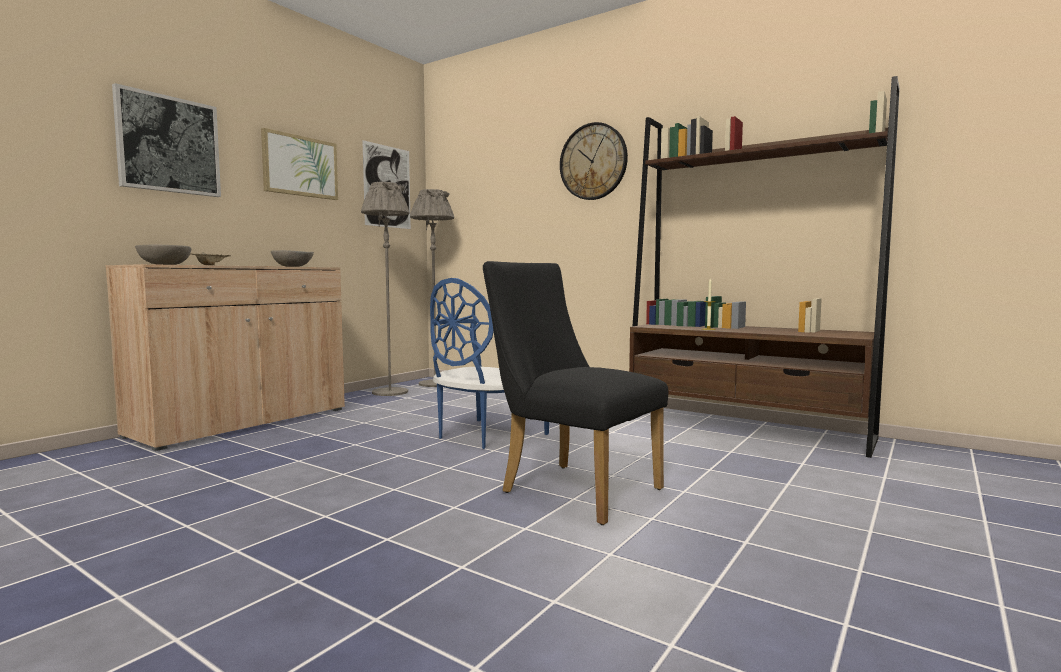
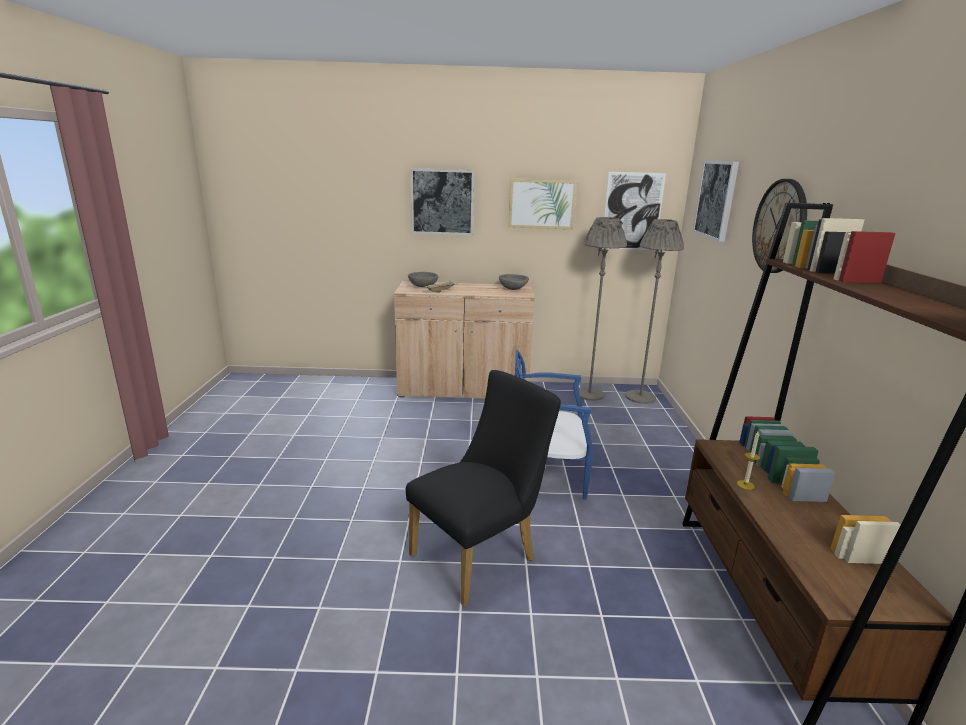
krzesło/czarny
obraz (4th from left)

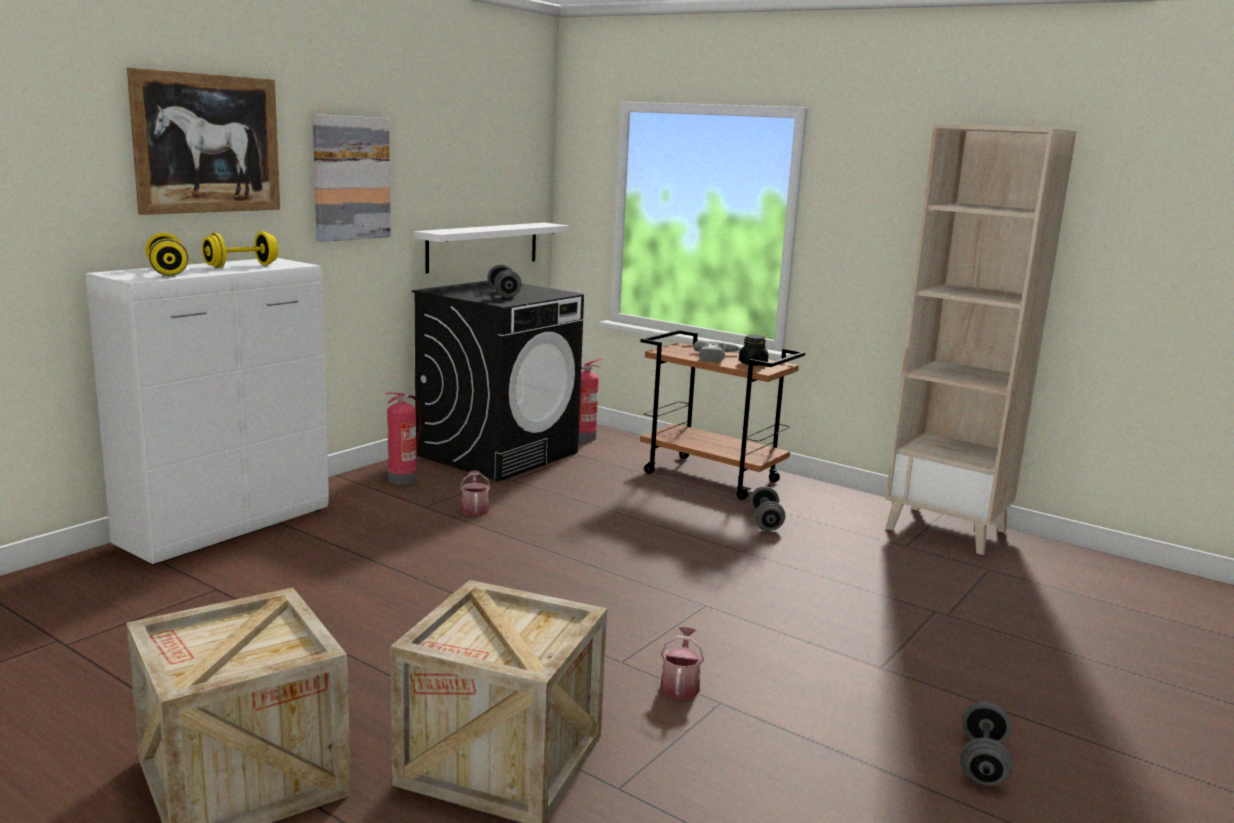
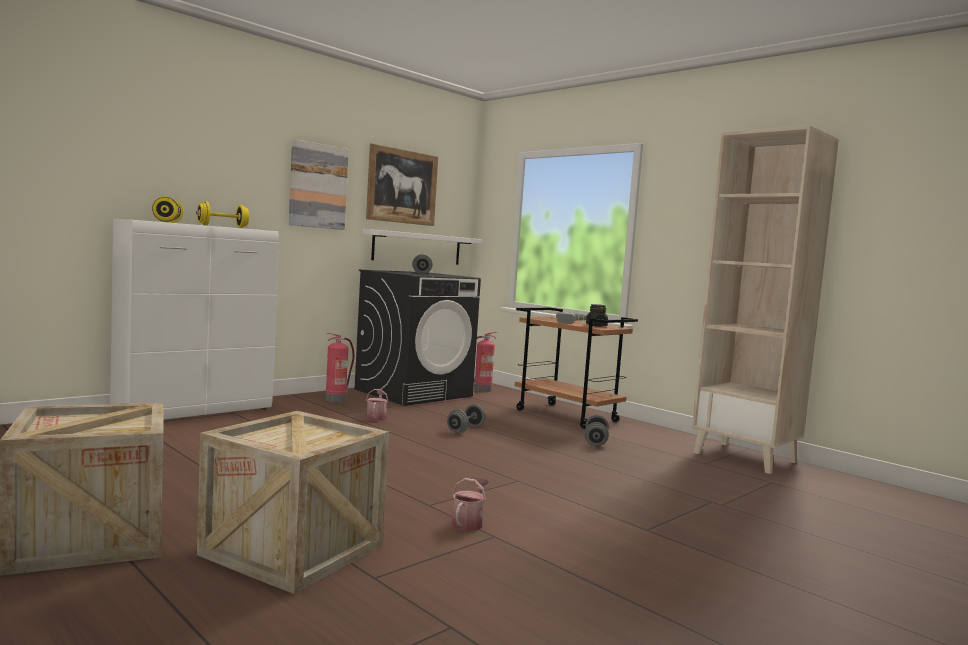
obraz (2nd from left)
hantel/szary (2nd from left)

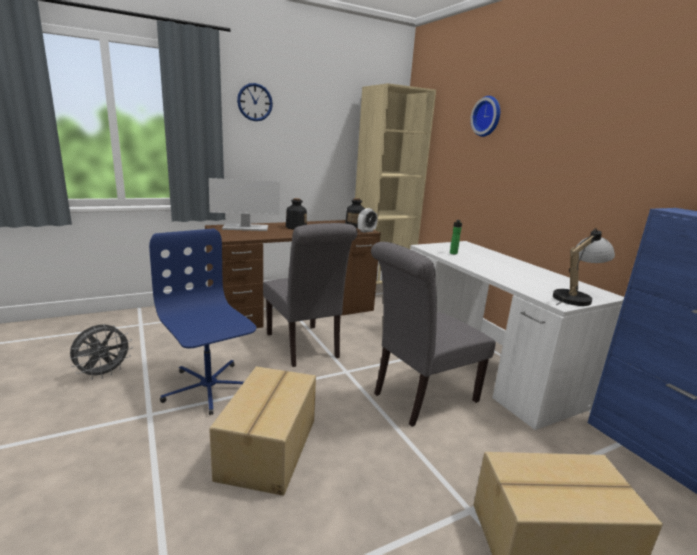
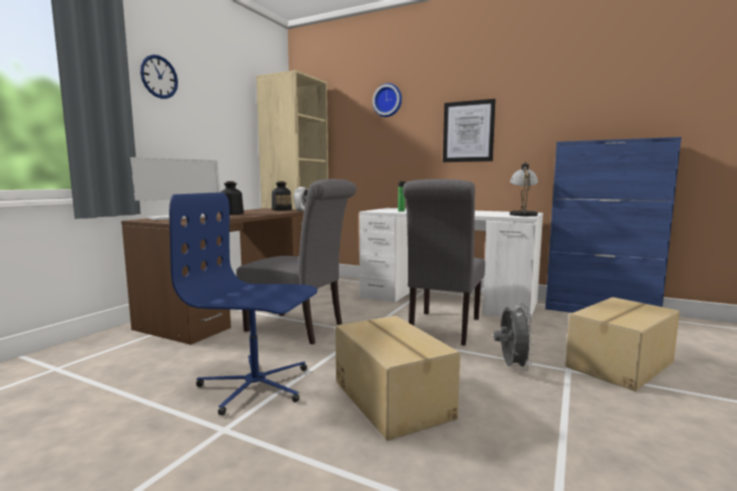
obraz
wentylator/szary

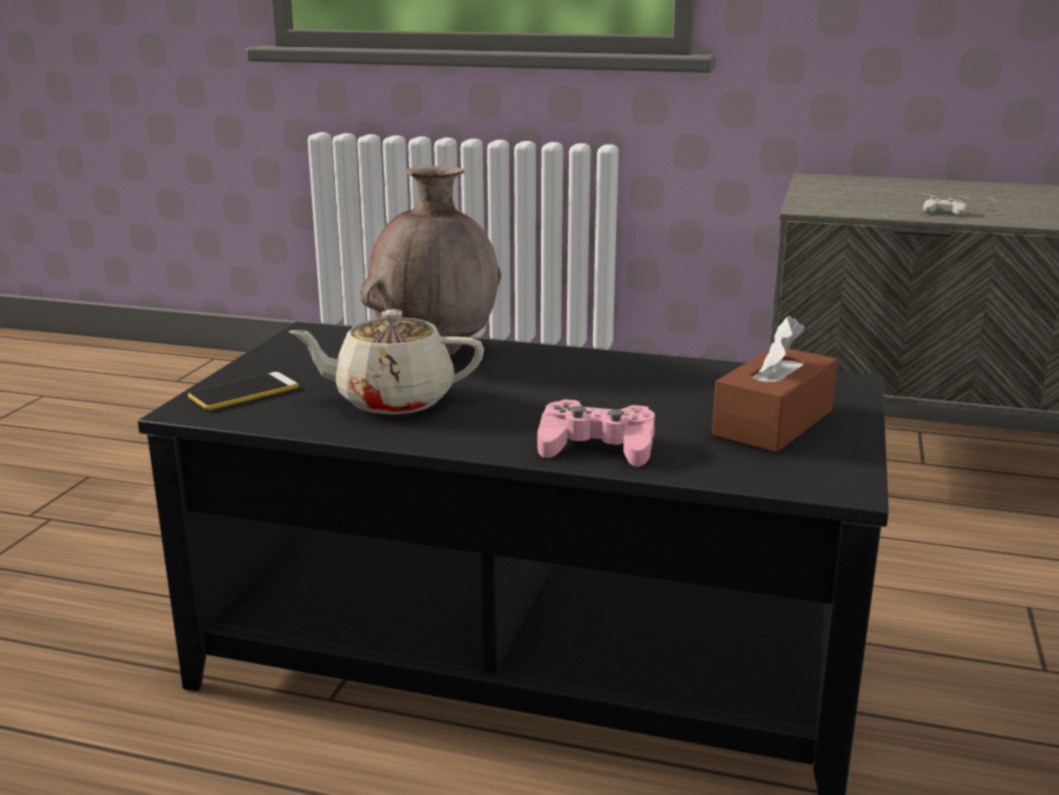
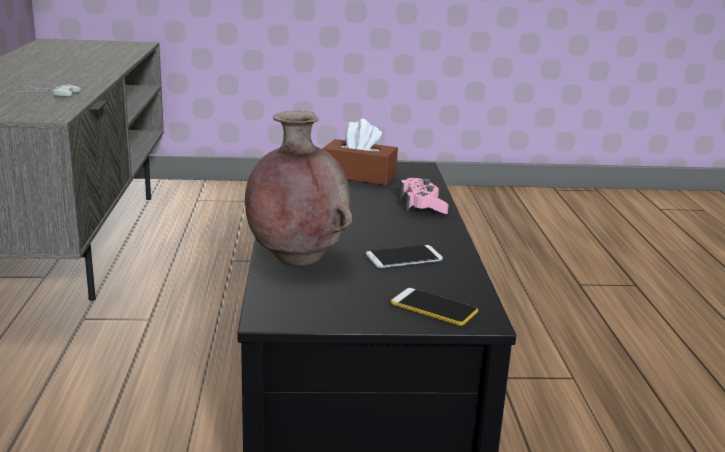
telefon (1st from left)

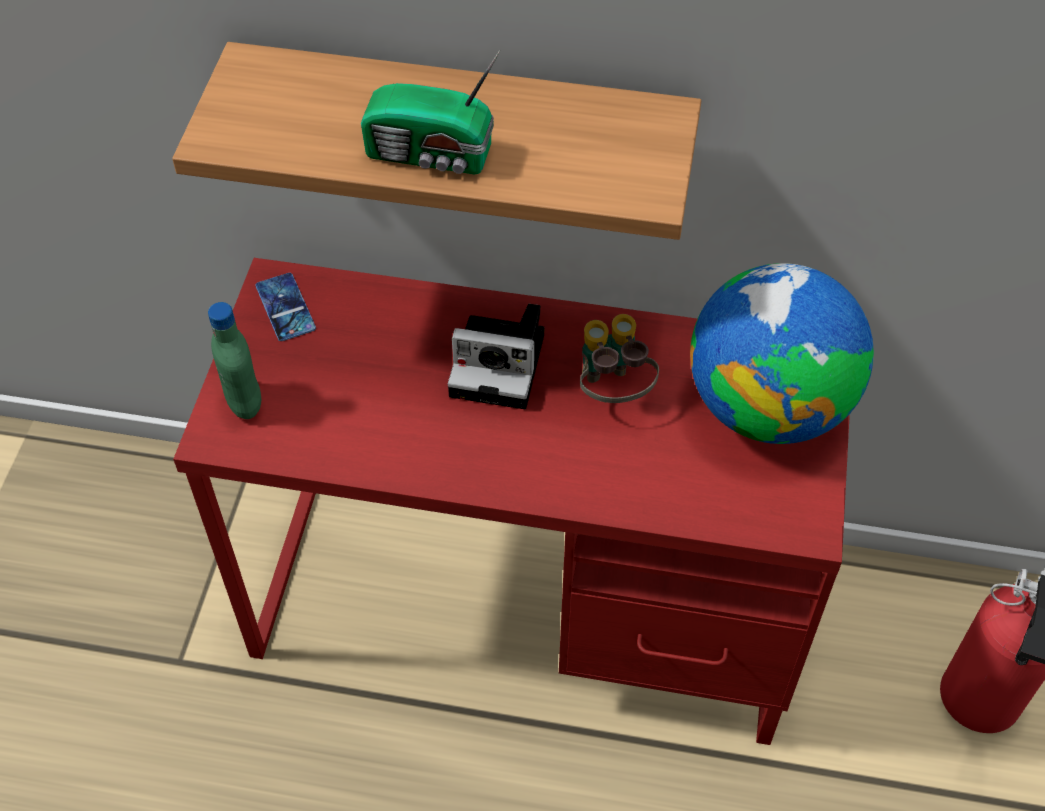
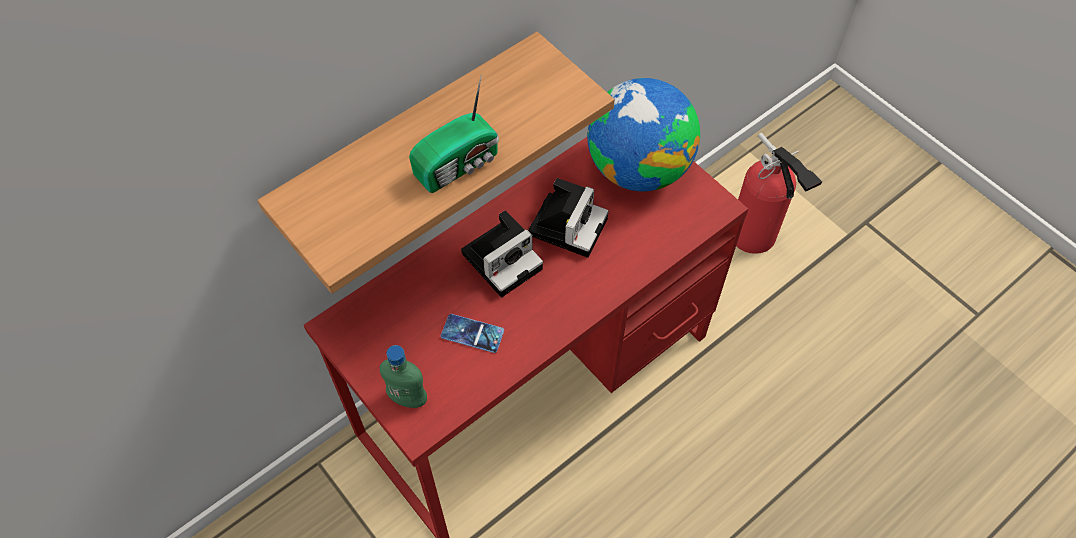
telefon
aparat fotograficzny (2nd from left)

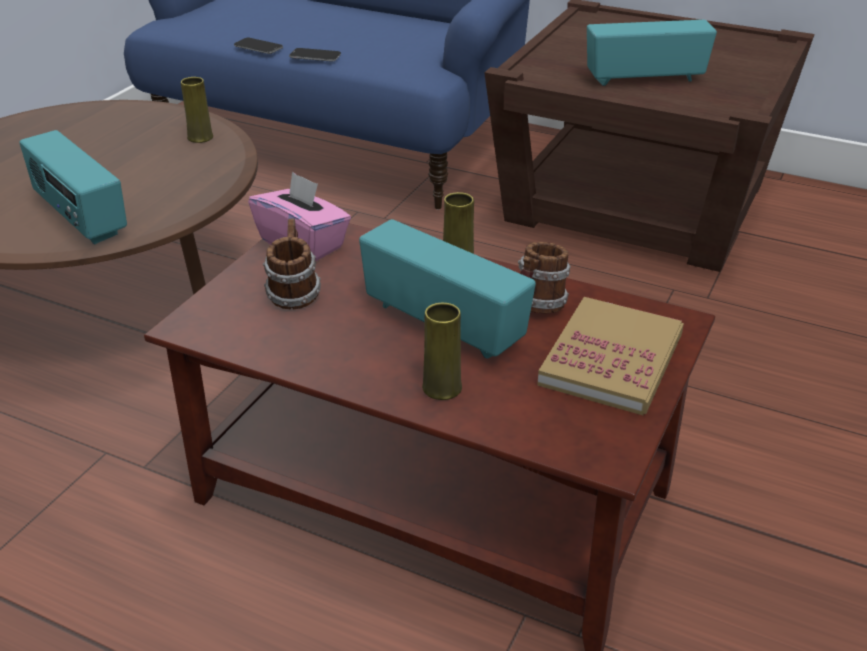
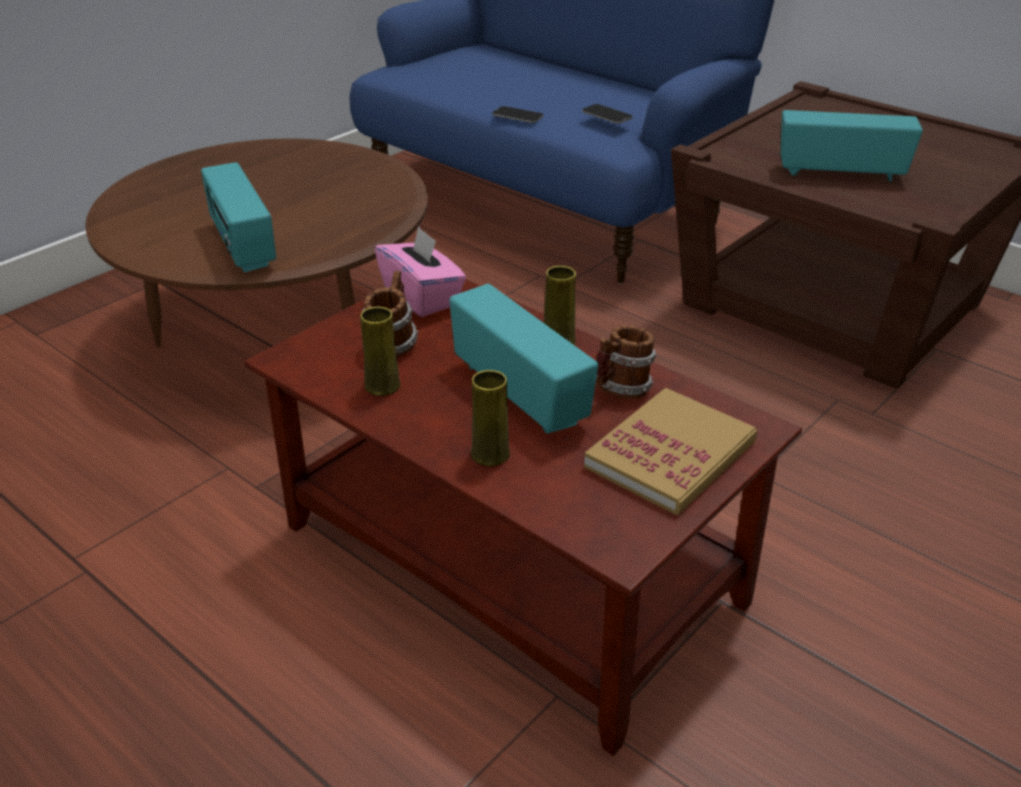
wazon/żółty (1st from left)
telefon (2nd from left)

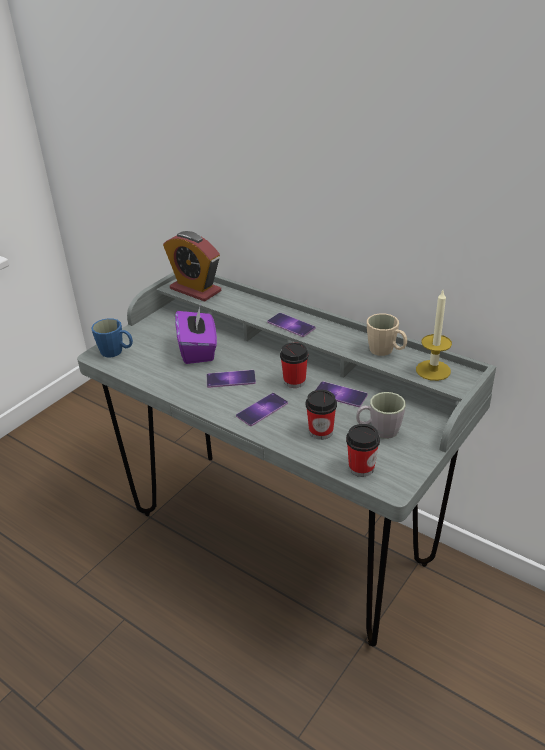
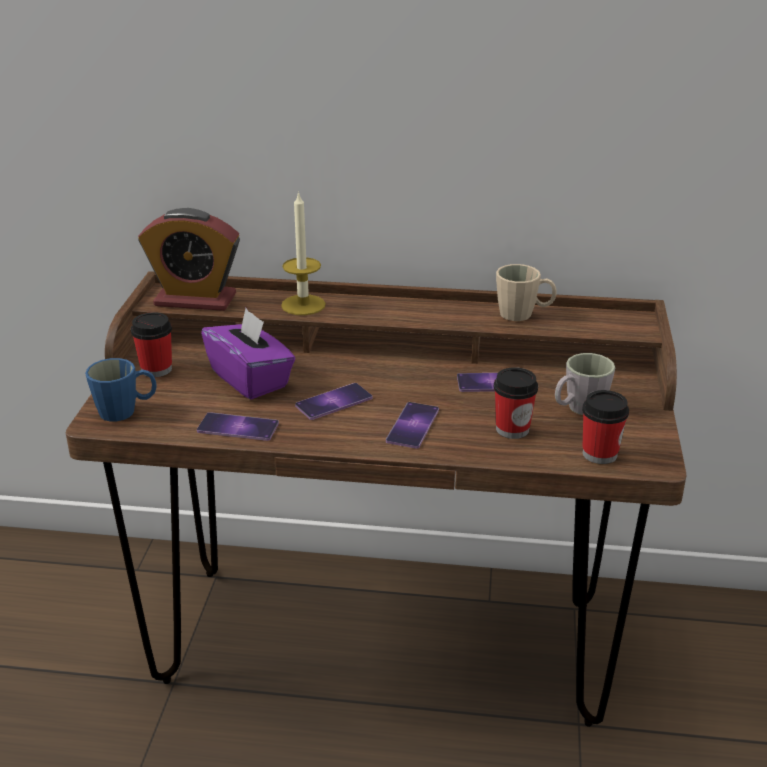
biurko/brązowy
filiżanka (1st from left)
telefon (1st from left)
świeca

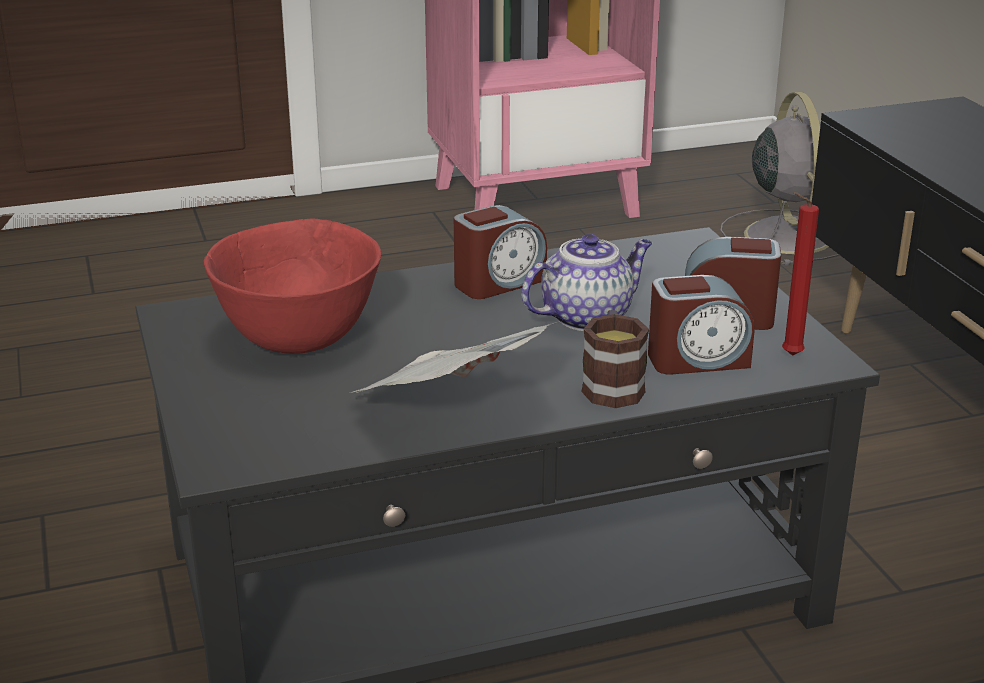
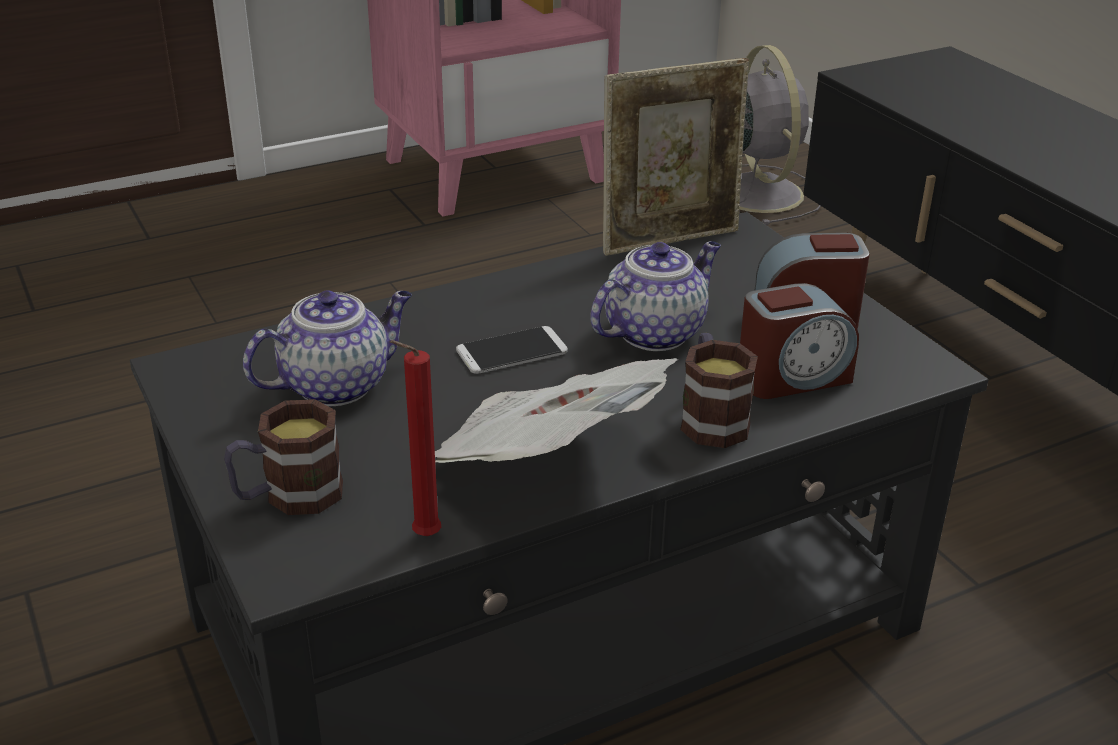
kubek (1st from left)
imbryk (1st from left)
świeca/czerwony
telefon
ramka na zdjęcie
budzik (1st from left in the first image)

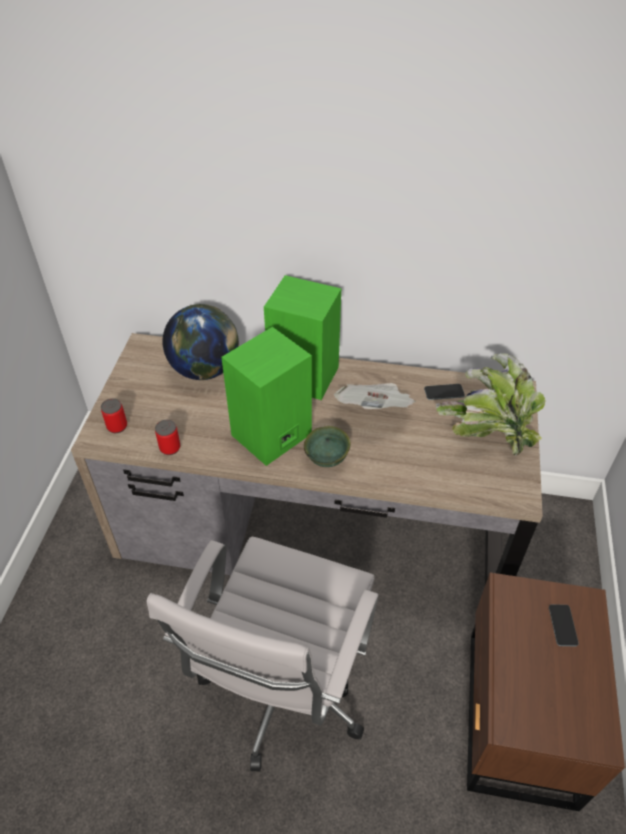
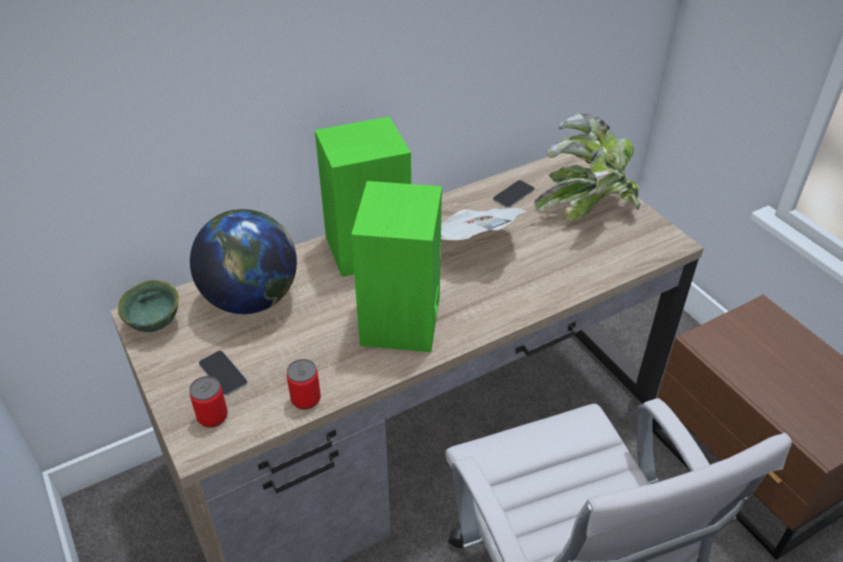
miska/zielony
telefon (1st from left)

